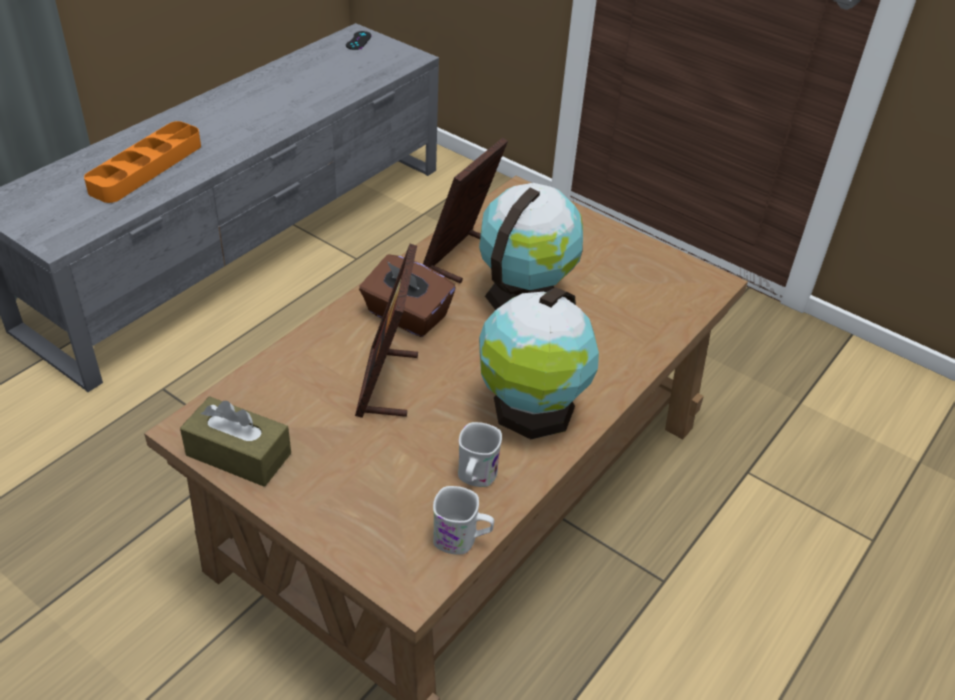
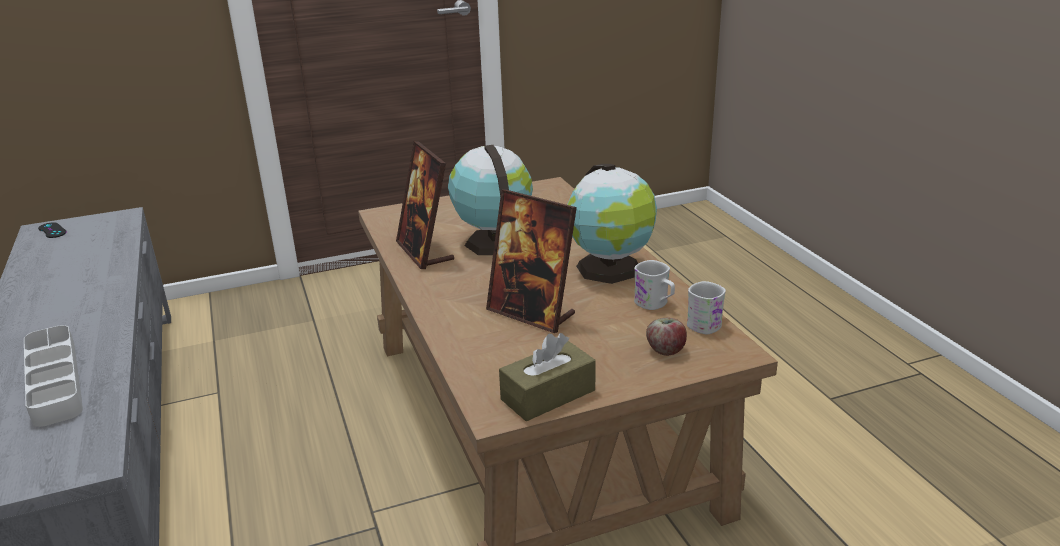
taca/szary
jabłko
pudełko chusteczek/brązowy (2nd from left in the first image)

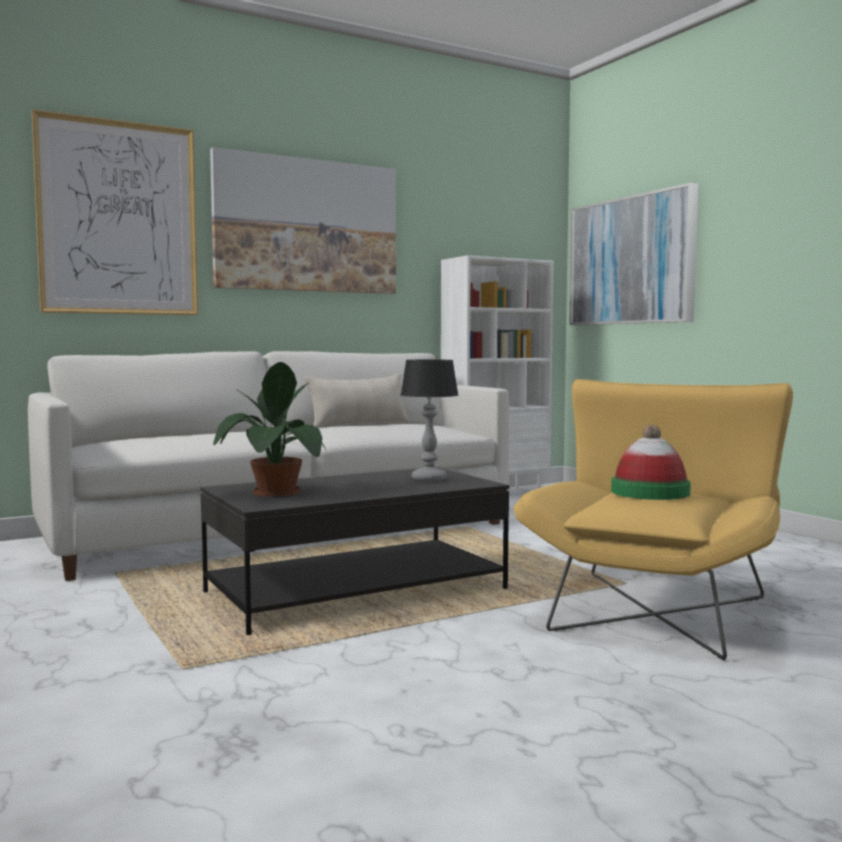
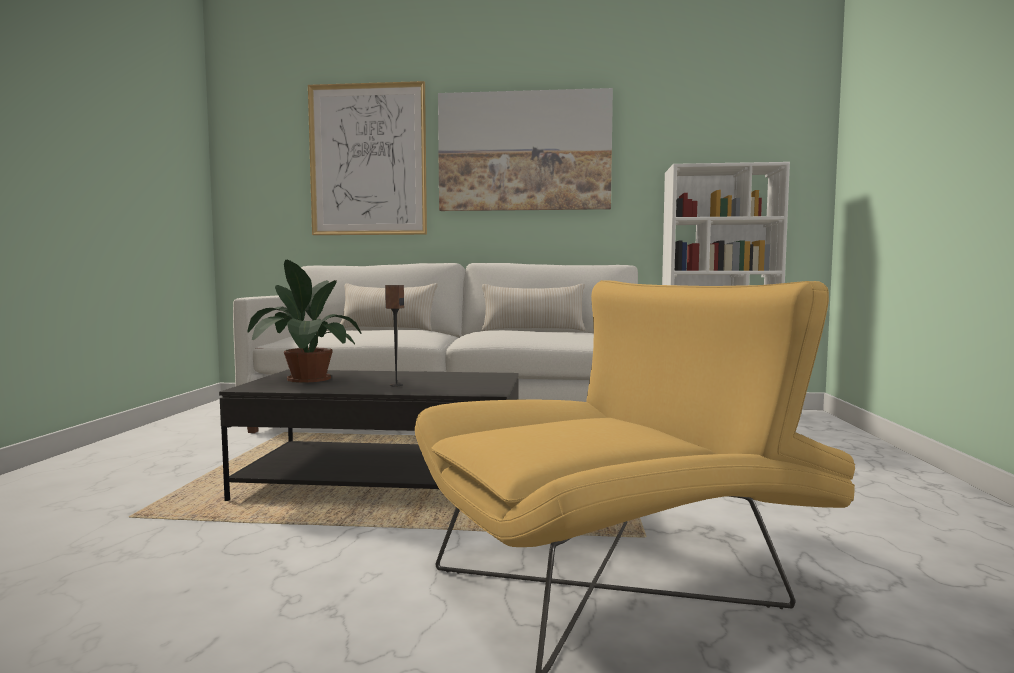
poduszka/beżowy (1st from left)
głośnik
lampa stołowa
obraz (3rd from left in the first image)
kapelusz

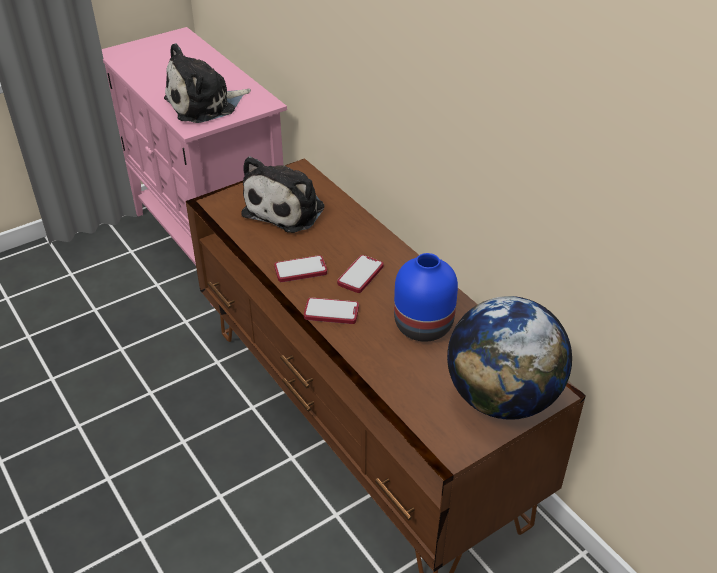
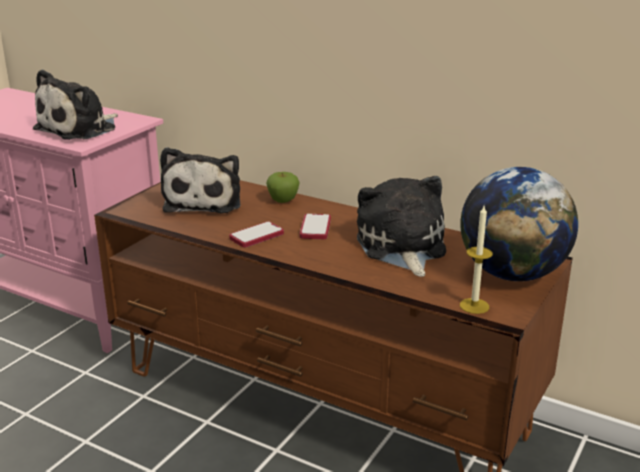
jabłko
pluszak (3rd from left)
świeca
telefon (2nd from left in the first image)

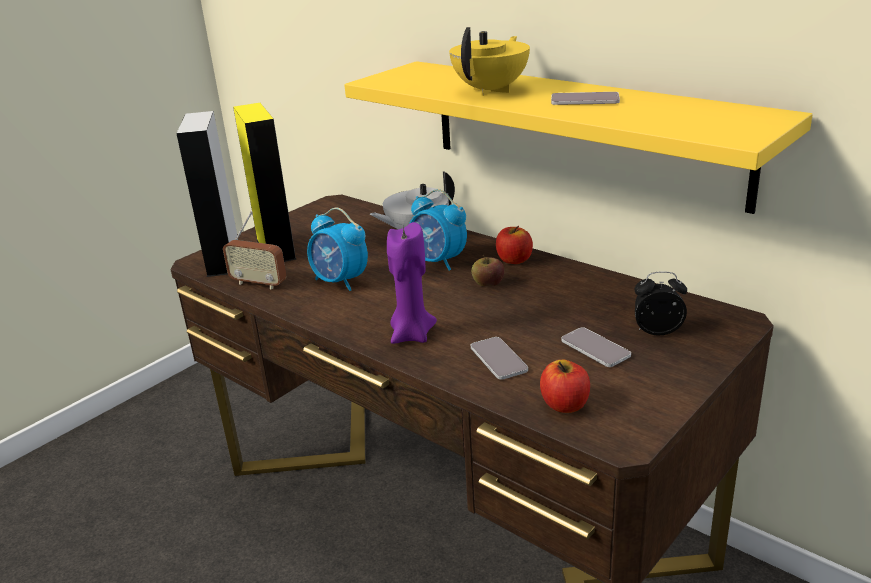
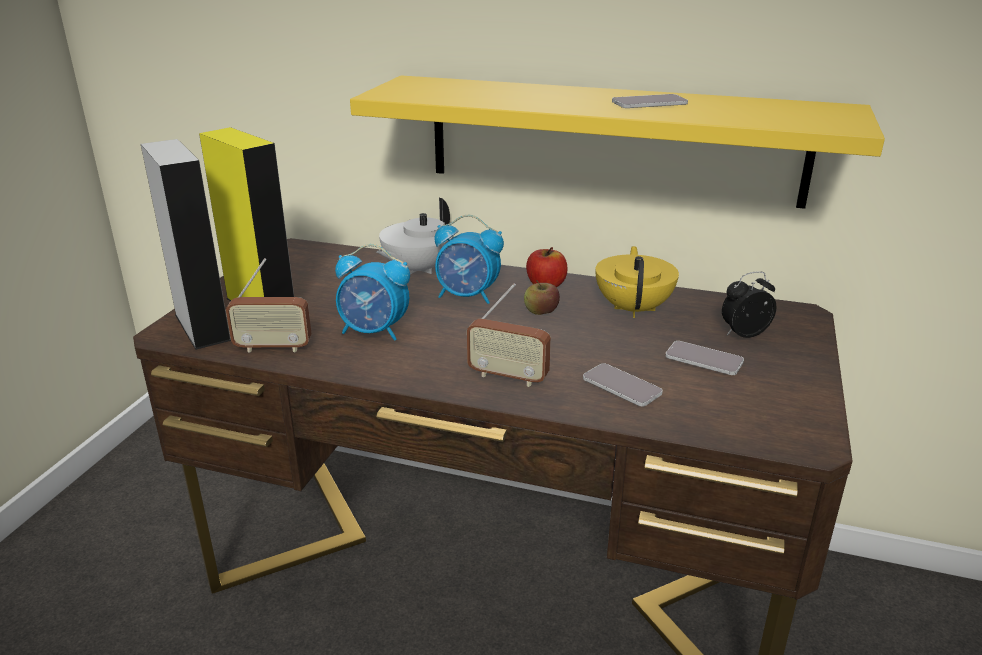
radio (2nd from left)
imbryk/żółty
jabłko (3rd from left in the first image)

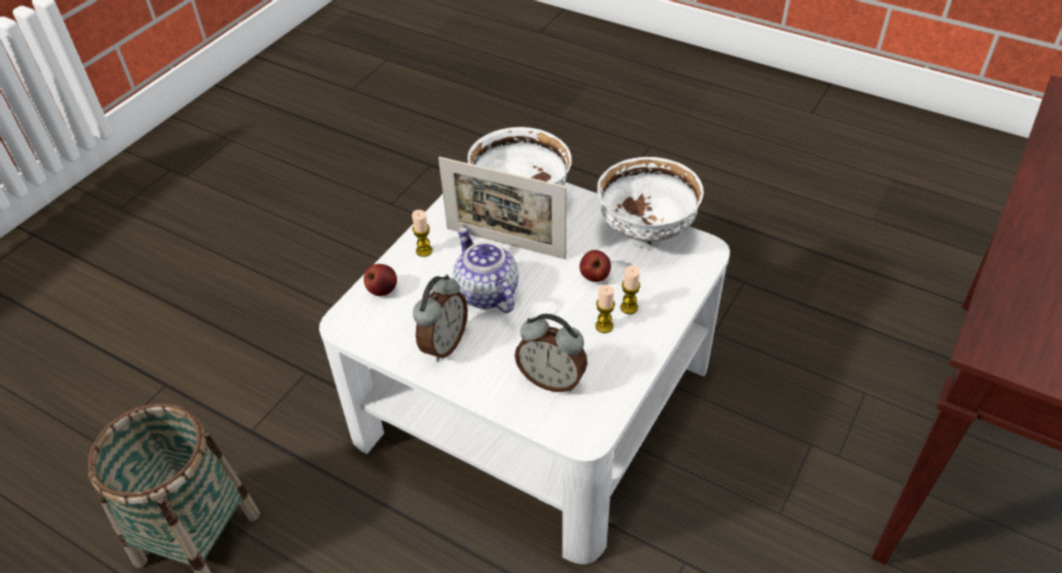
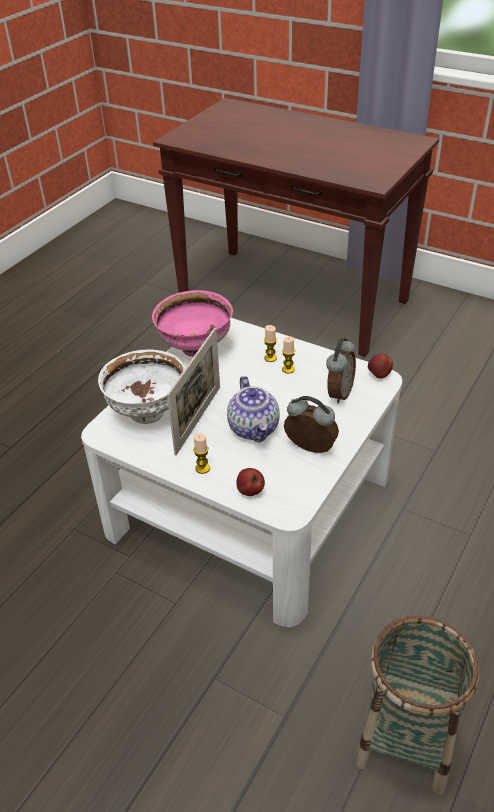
miska/różowy
imbryk
jabłko (2nd from left)

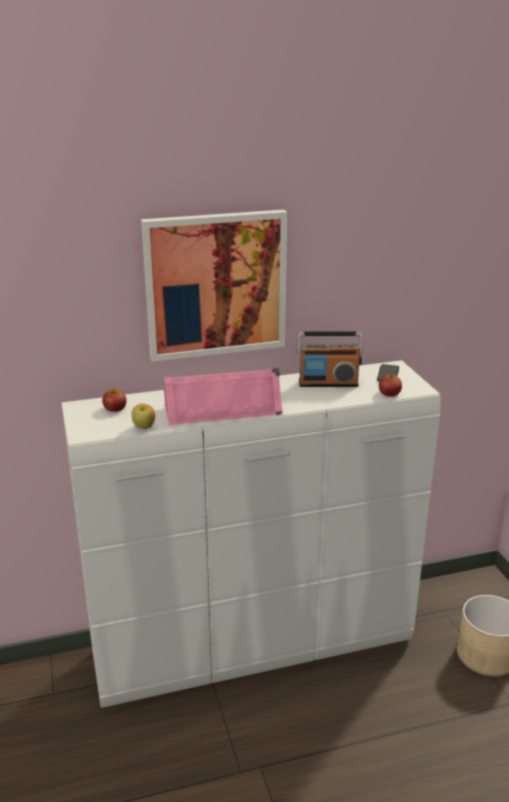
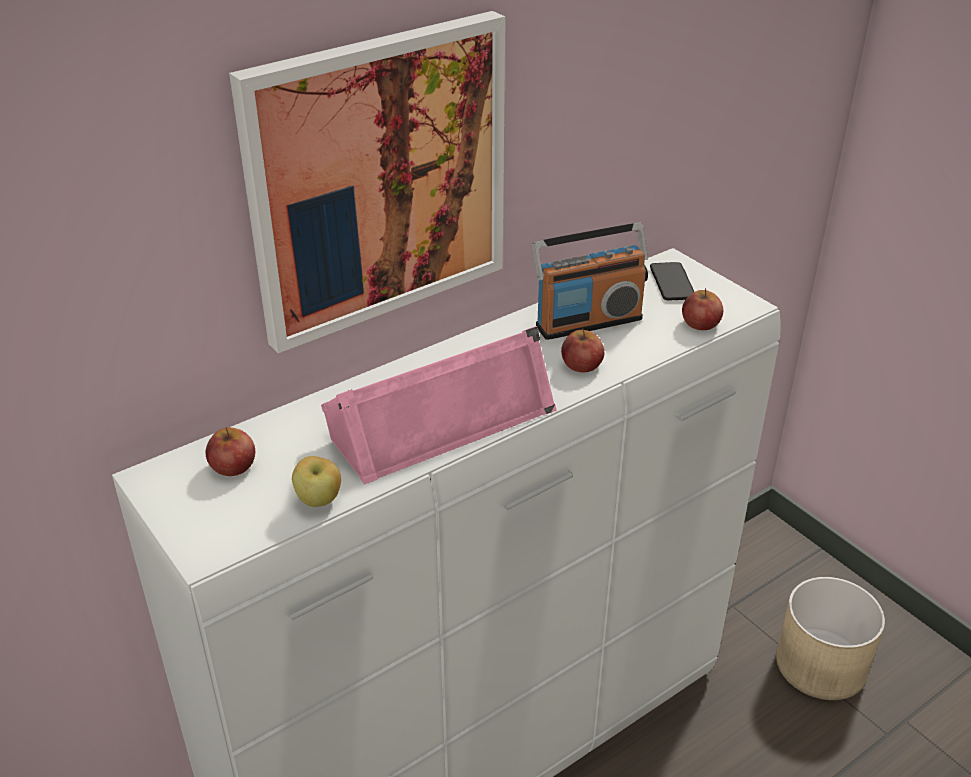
jabłko (3rd from left)

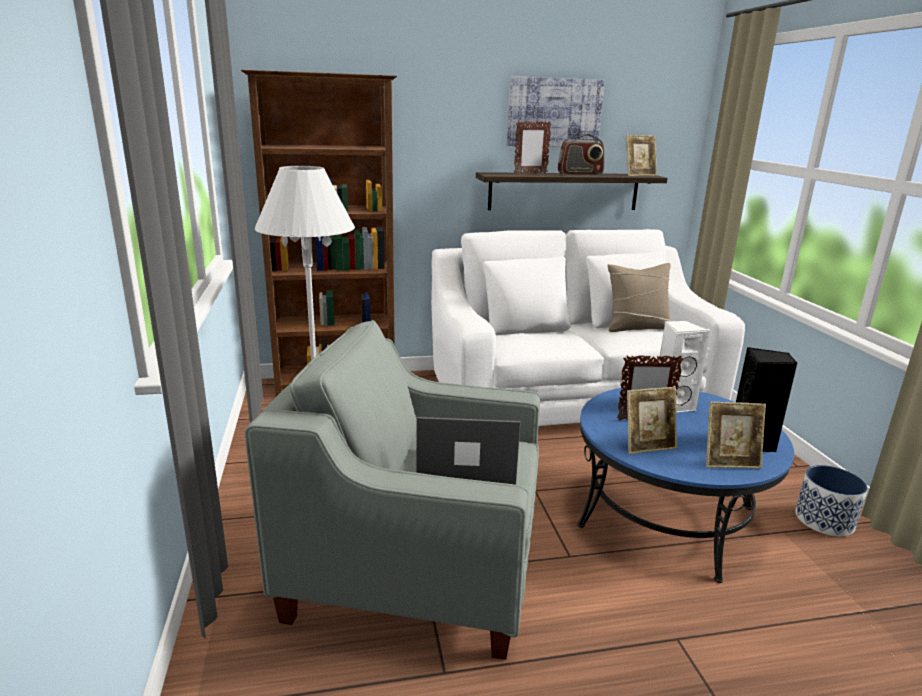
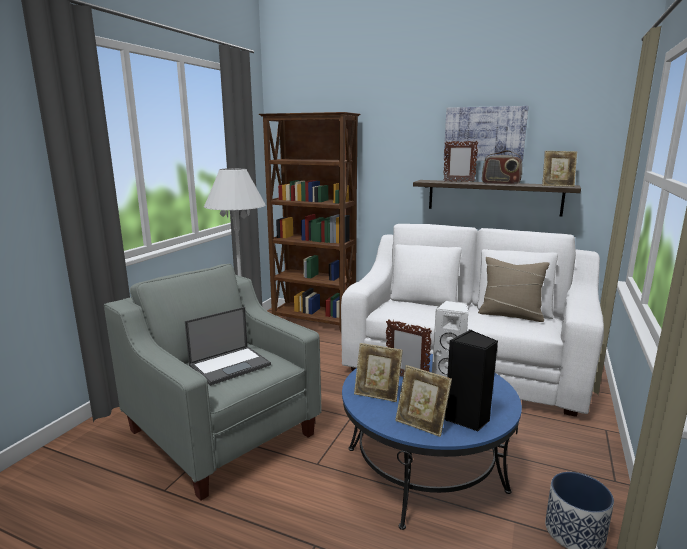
laptop

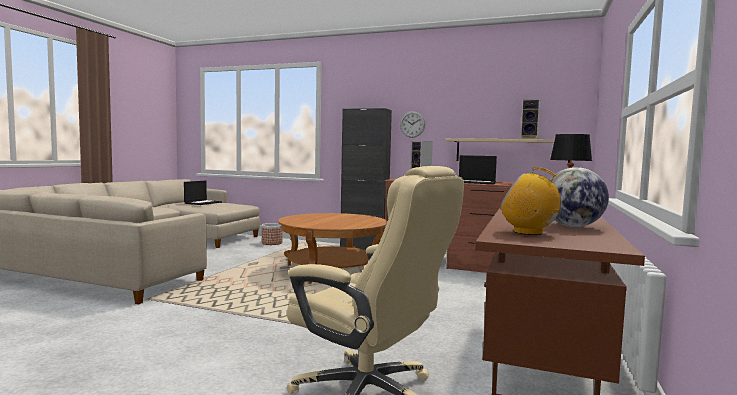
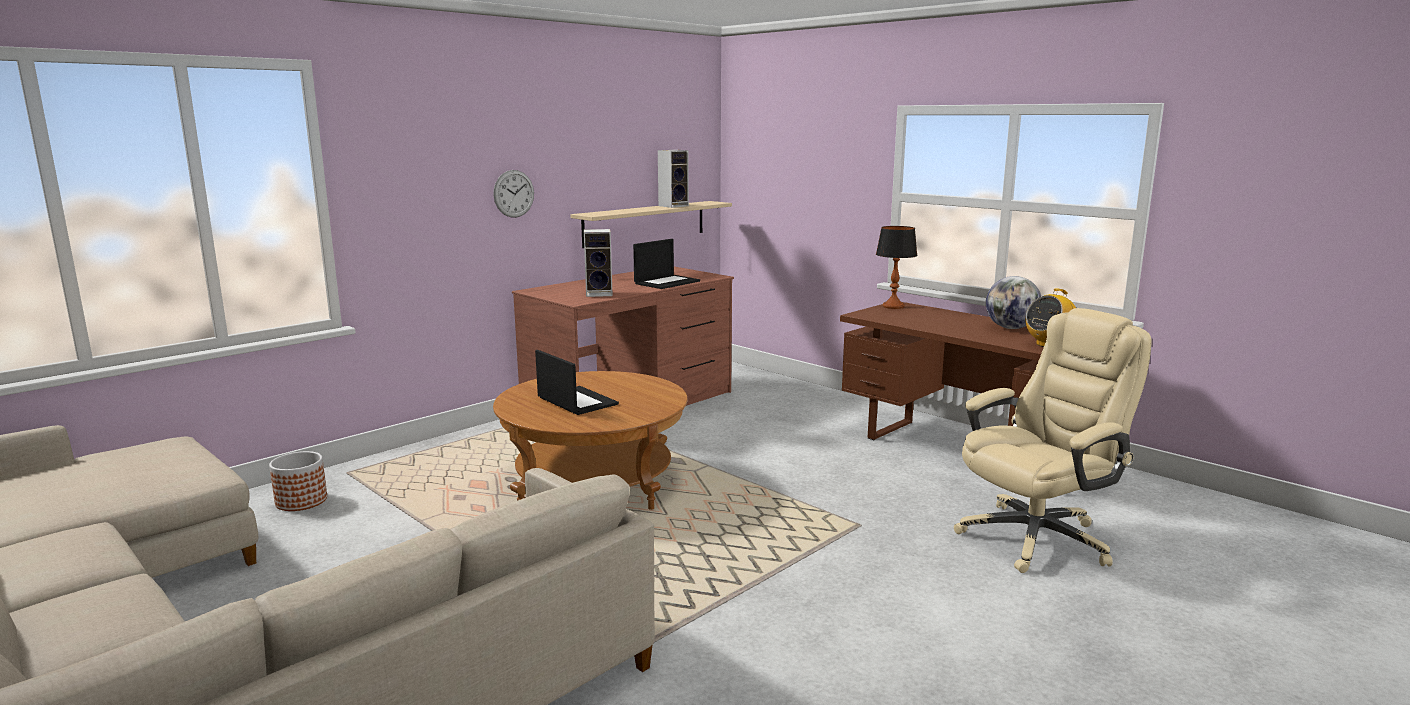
laptop (1st from left)
szafka/czarny

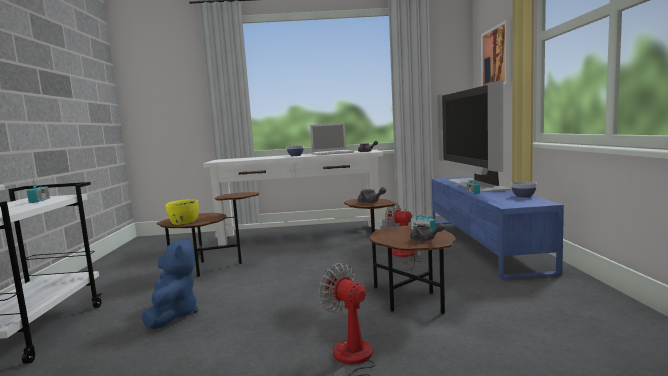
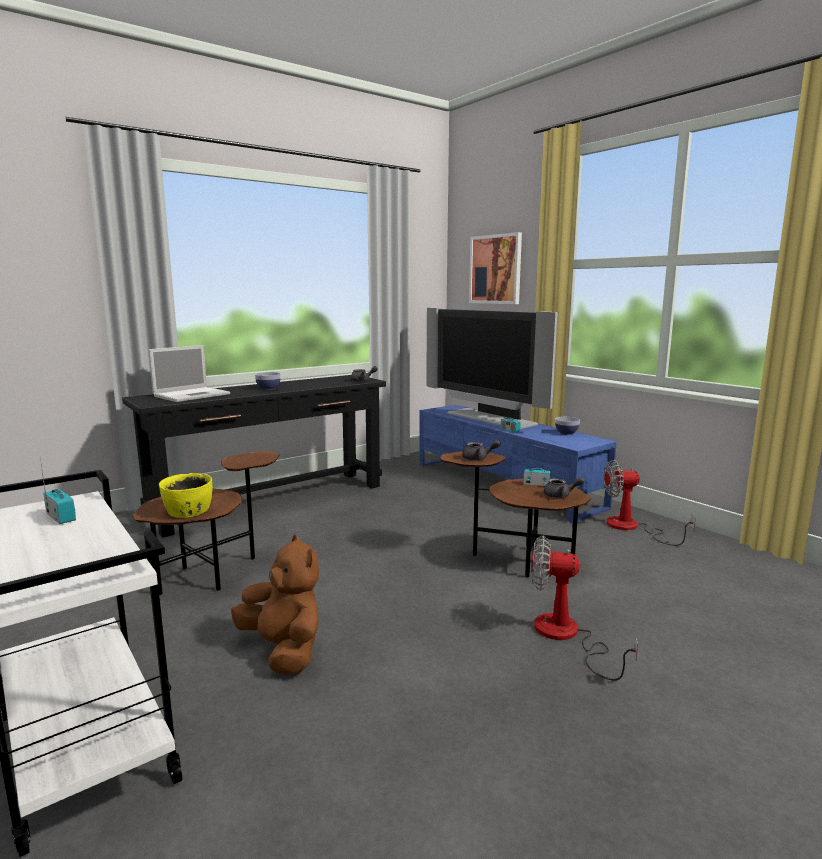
stolik konsolowy/czarny
laptop
pluszak/brązowy
wentylator (2nd from left)

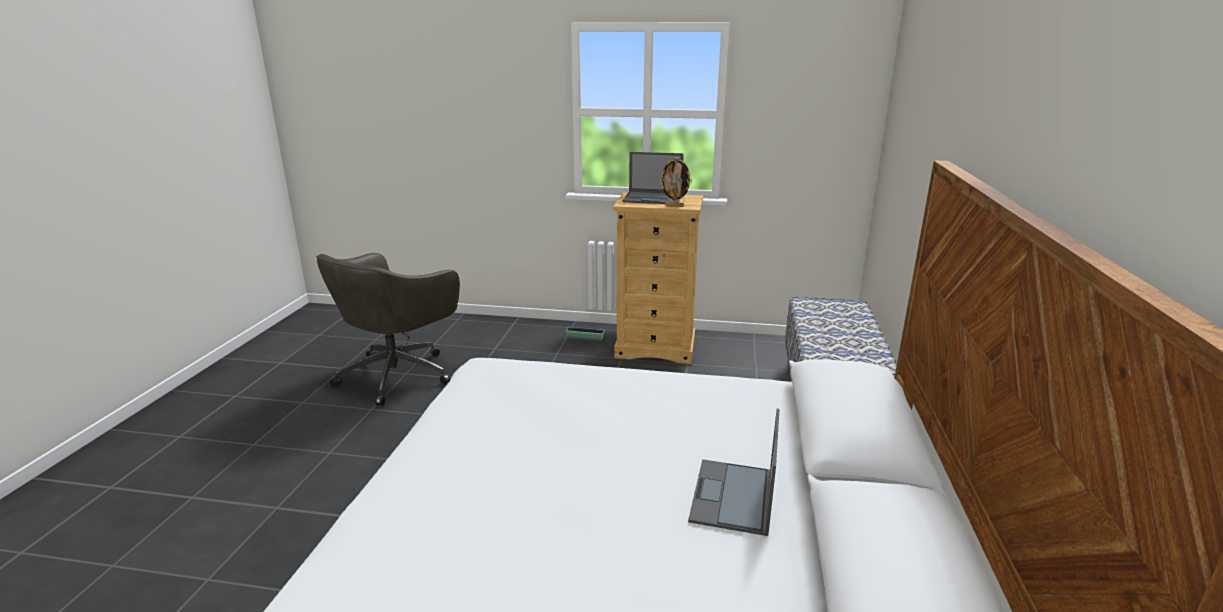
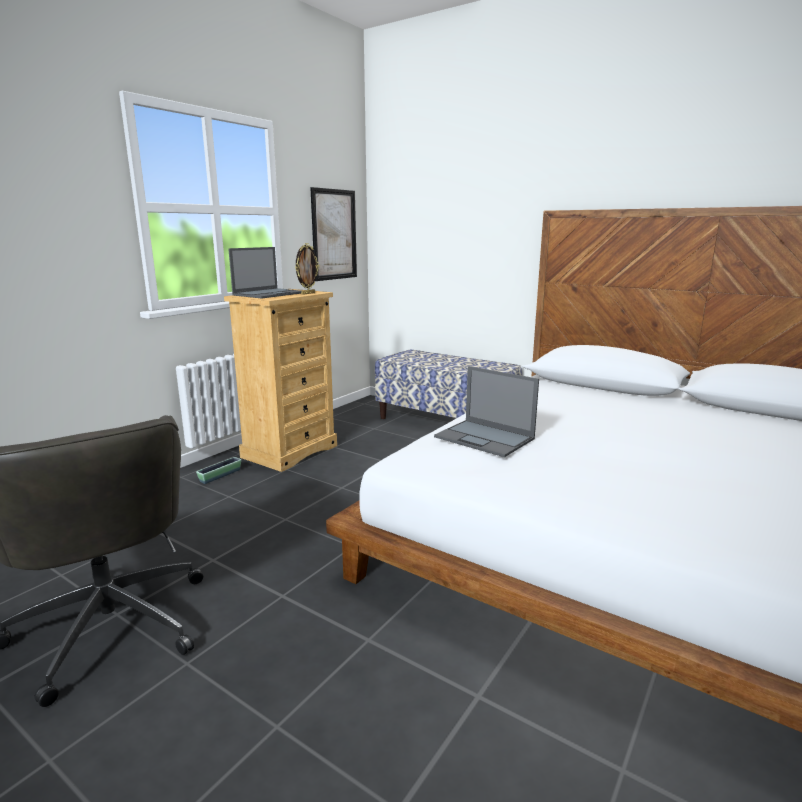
obraz
laptop (2nd from left)

